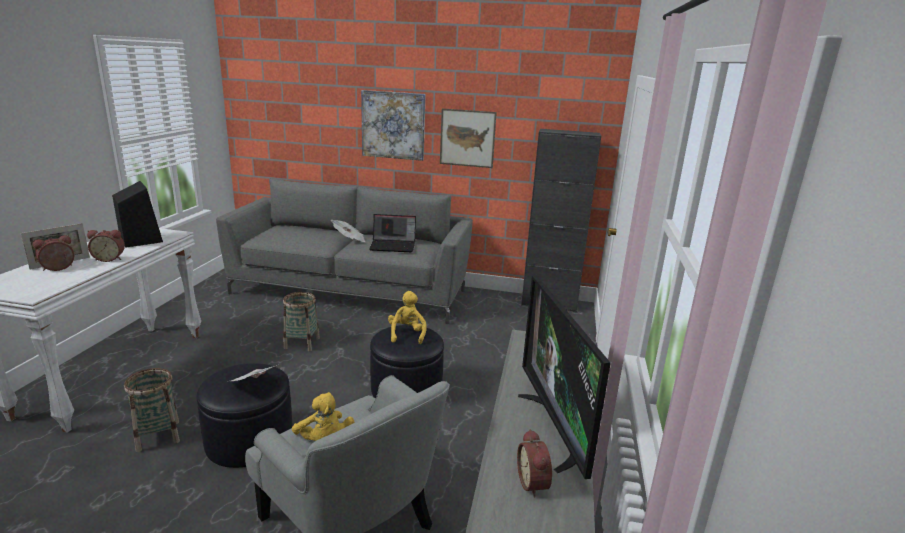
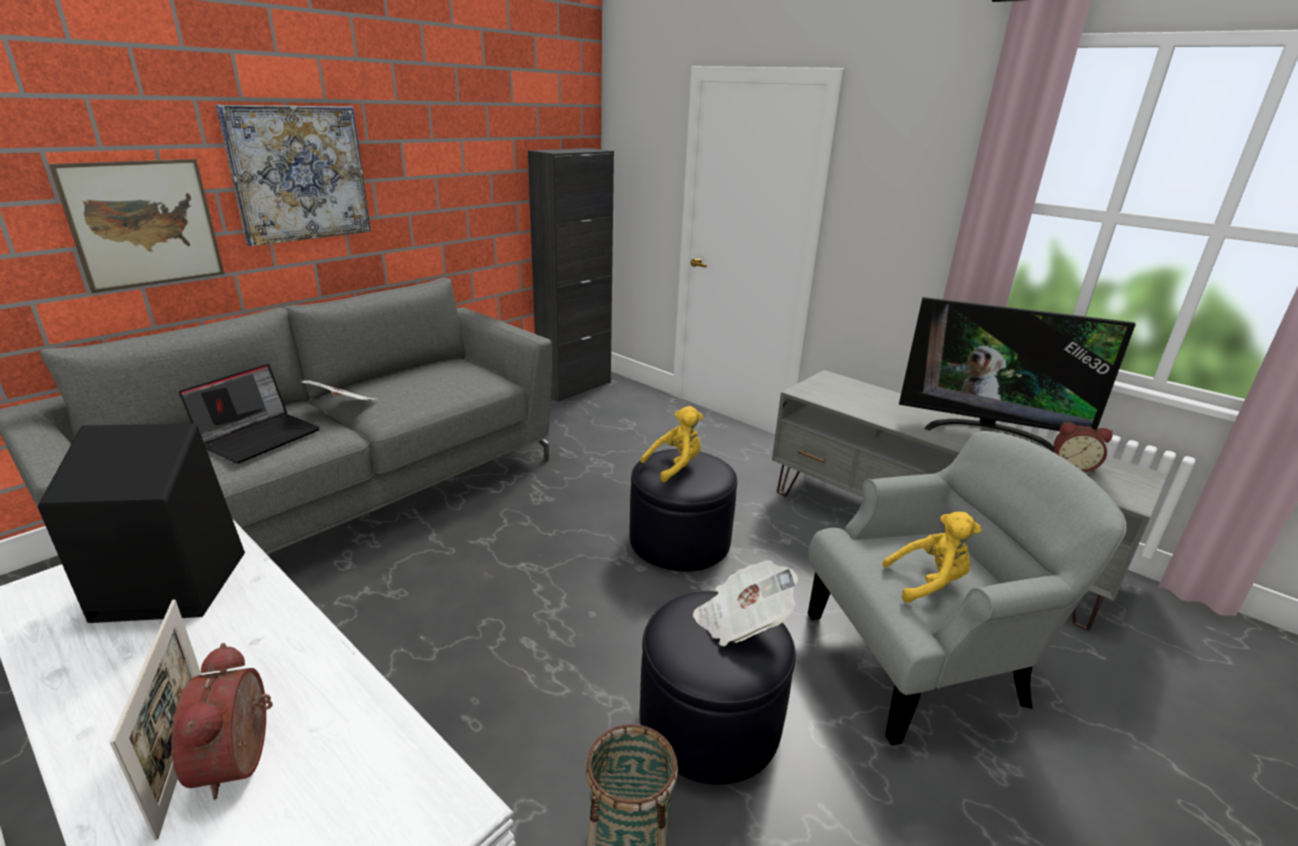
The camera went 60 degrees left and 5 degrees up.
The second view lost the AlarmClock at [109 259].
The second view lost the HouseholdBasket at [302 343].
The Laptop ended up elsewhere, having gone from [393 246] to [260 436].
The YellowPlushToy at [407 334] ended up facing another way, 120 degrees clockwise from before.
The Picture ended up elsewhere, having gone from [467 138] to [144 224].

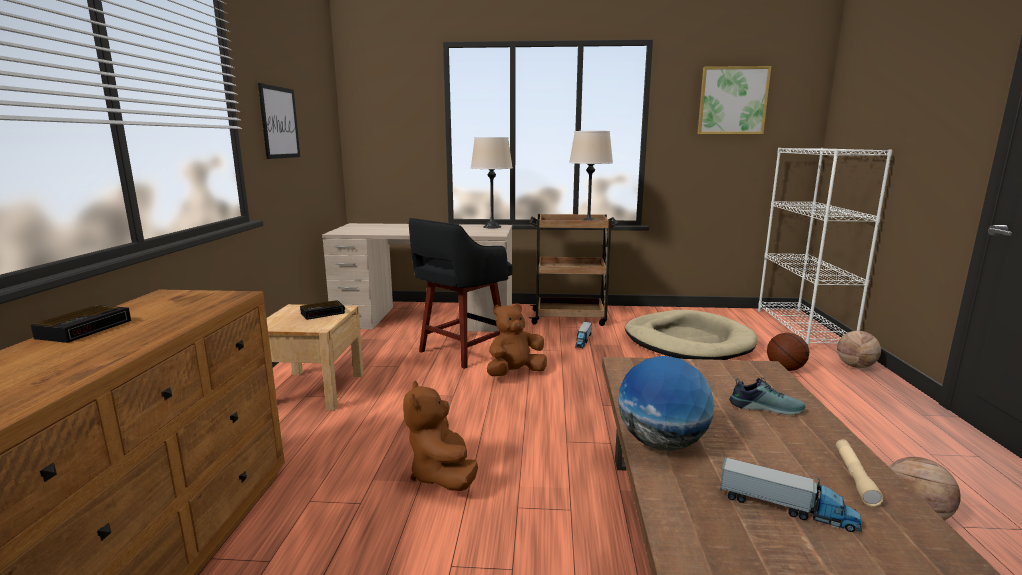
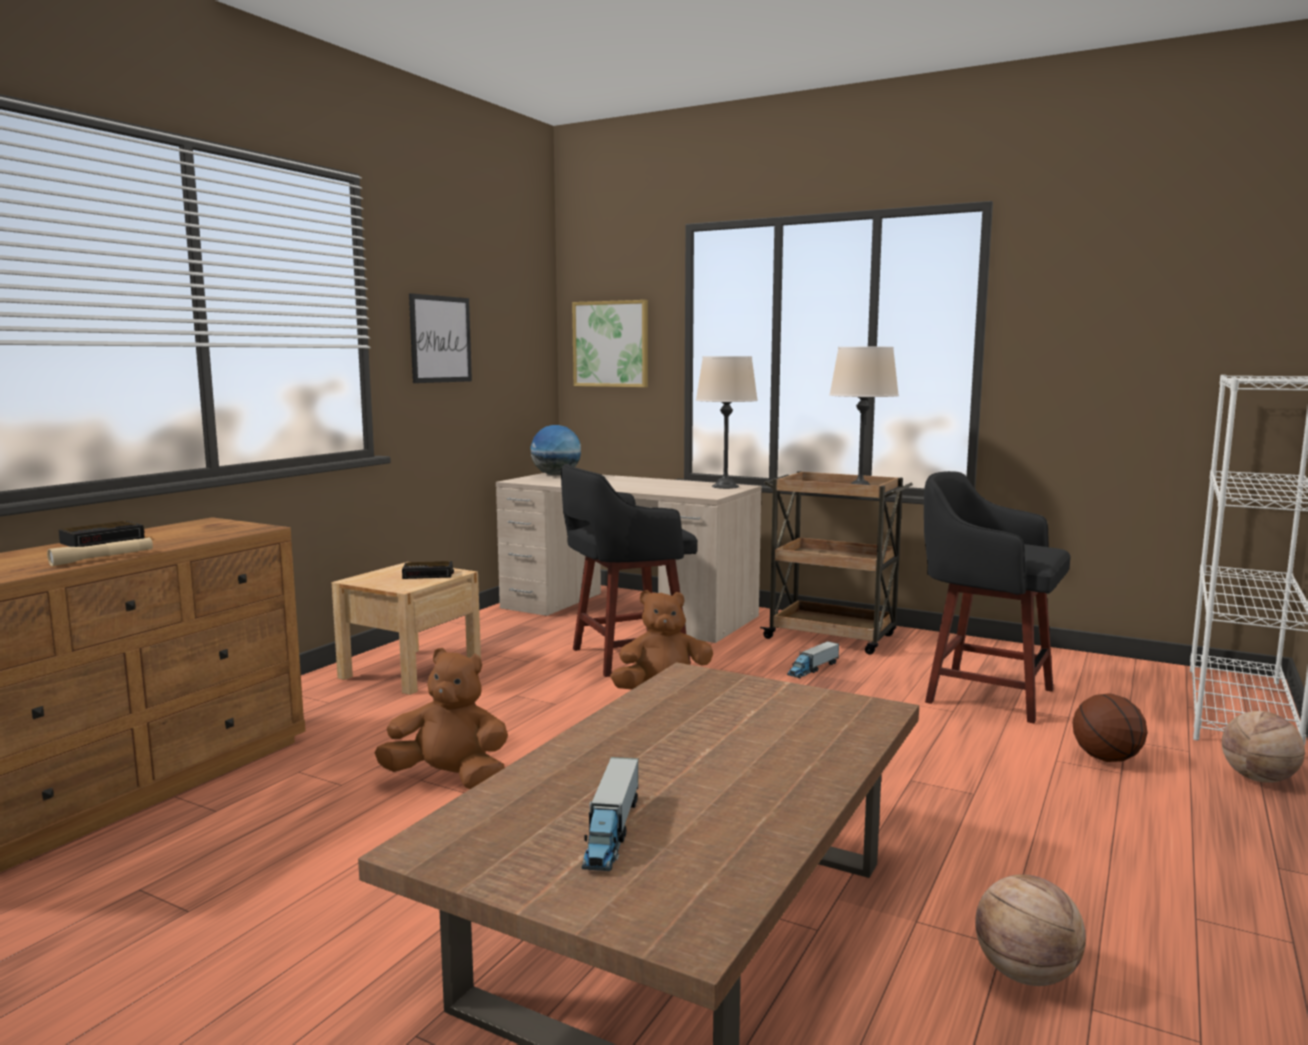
The camera went 25 degrees right and 5 degrees down.
The BrownColouredPlushToy at [442 475] ended up facing another way, 90 degrees clockwise from before.
The WorldGlobe ended up elsewhere, having gone from [661 443] to [556 475].
Where the SandColouredPetBed stood at [687 341], the BlackStoolSeat came to stand at [984 695].
The Picture ended up elsewhere, having gone from [732 101] to [611 344].
The ToyLorry at [786 508] ended up facing another way, 45 degrees clockwise from before.
The second view lost the LowShoe at [765 407].
The SandColouredTorch ended up elsewhere, having gone from [855 477] to [103 558].

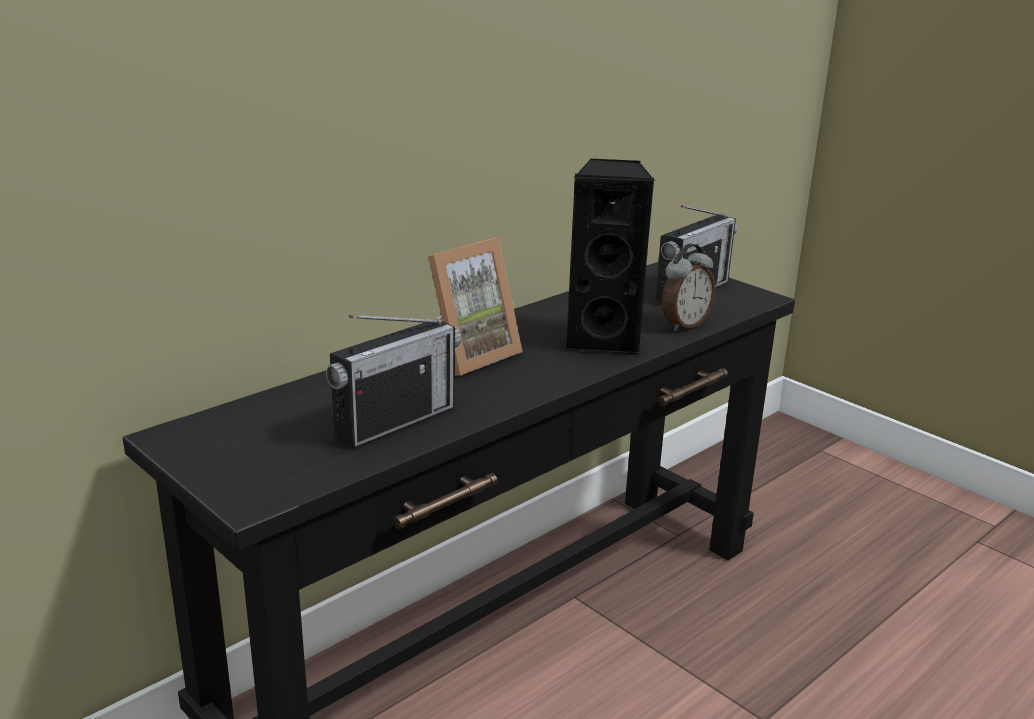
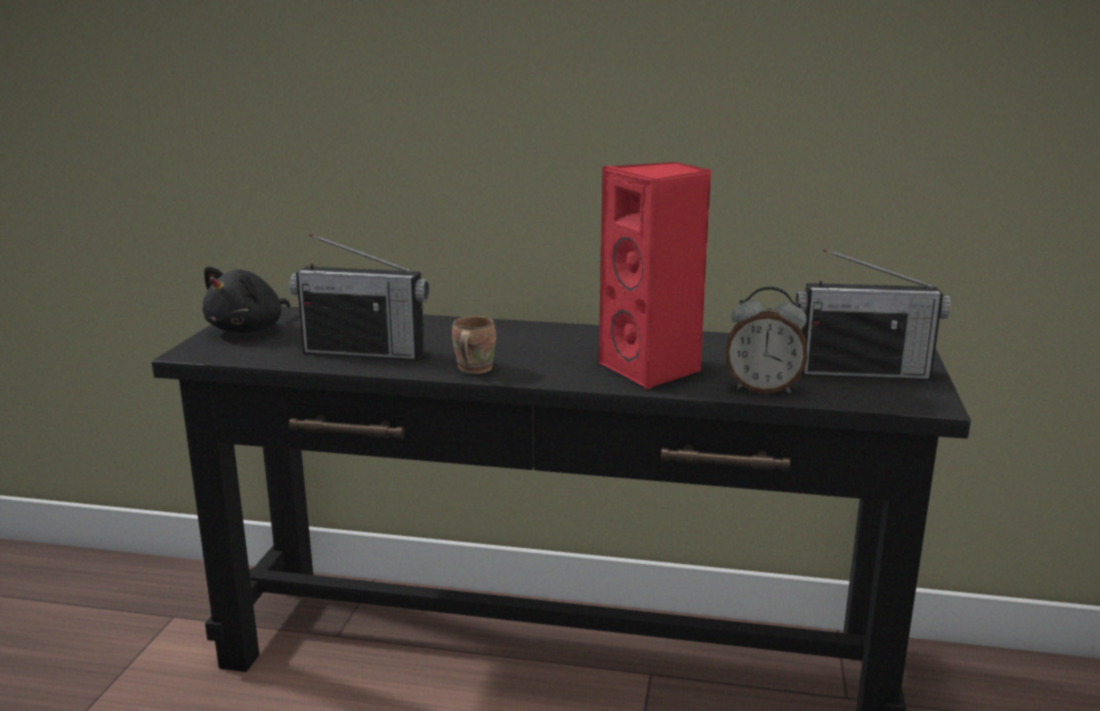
The camera went 55 degrees right and 5 degrees down.
The second view lost the PhotoFrame at [467 355].
What was the BlackAudioSpeaker at [603 340] turned into the RedAudioSpeaker at [653 370].
The second view gained the BlackPlushToy at [249 329].
The second view gained the BrownColouredTeaMug at [472 369].

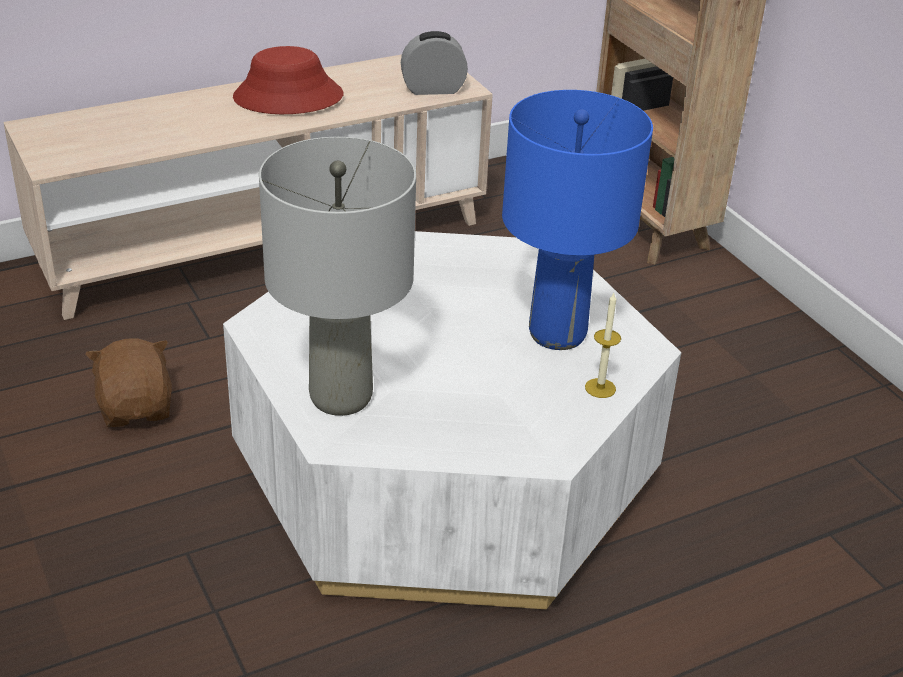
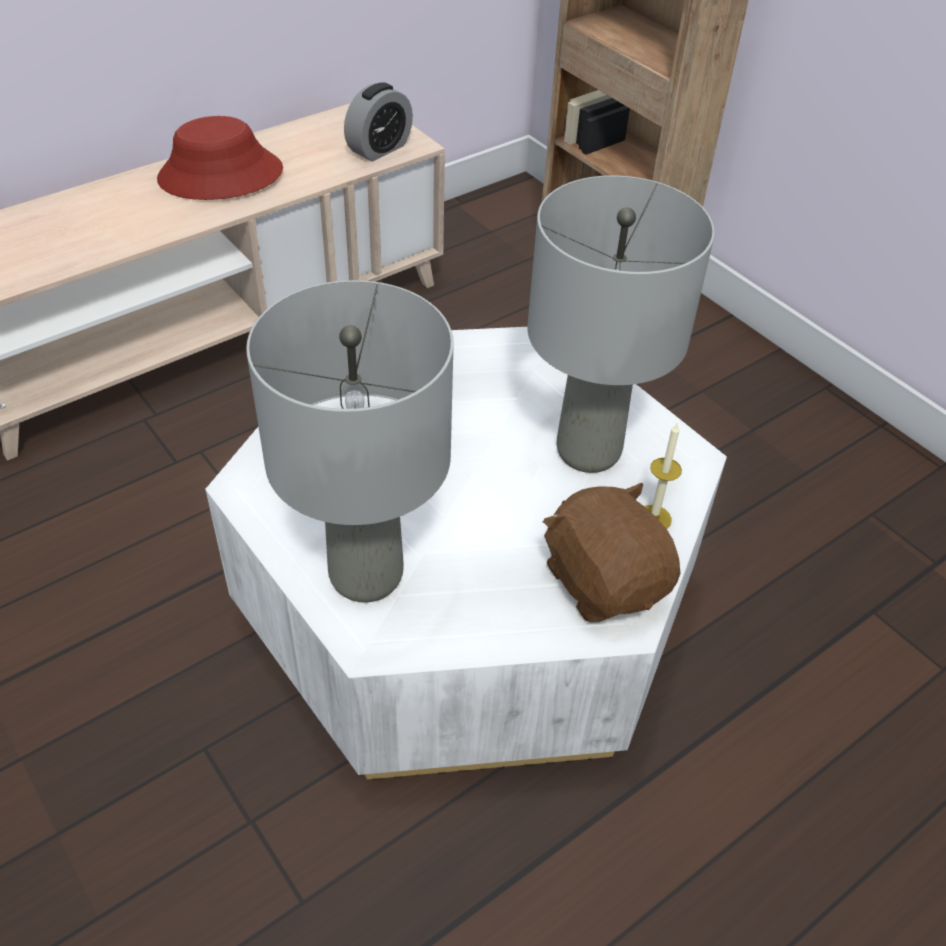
The camera went 10 degrees left and 10 degrees up.
The BrownColouredPlushToy ended up elsewhere, having gone from [136 408] to [605 581].
The AlarmClock at [433 89] ended up facing another way, 150 degrees clockwise from before.
What was the BlueTableLamp at [556 333] turned into the GreyishTableLamp at [587 450].

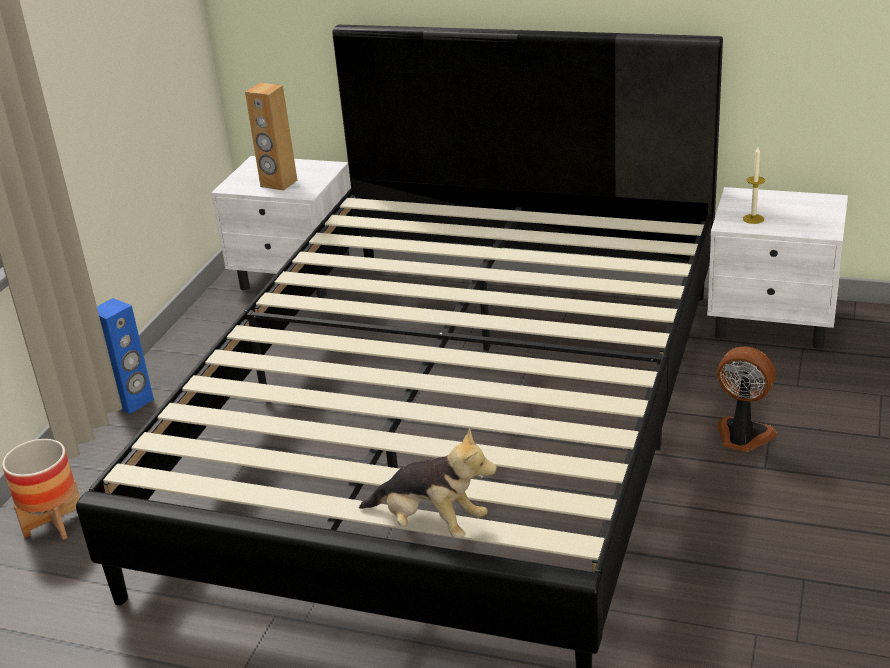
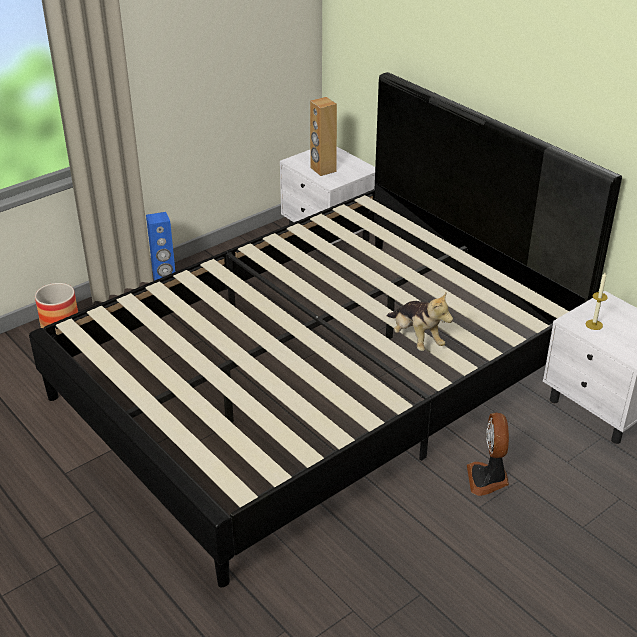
The camera went 30 degrees right and 5 degrees up.
The PlushToy ended up elsewhere, having gone from [430 523] to [416 339].
The ElectricFan at [742 437] ended up facing another way, 150 degrees counterclockwise from before.

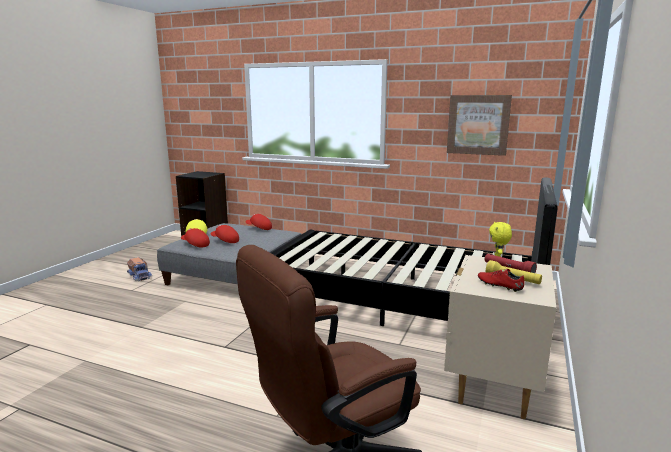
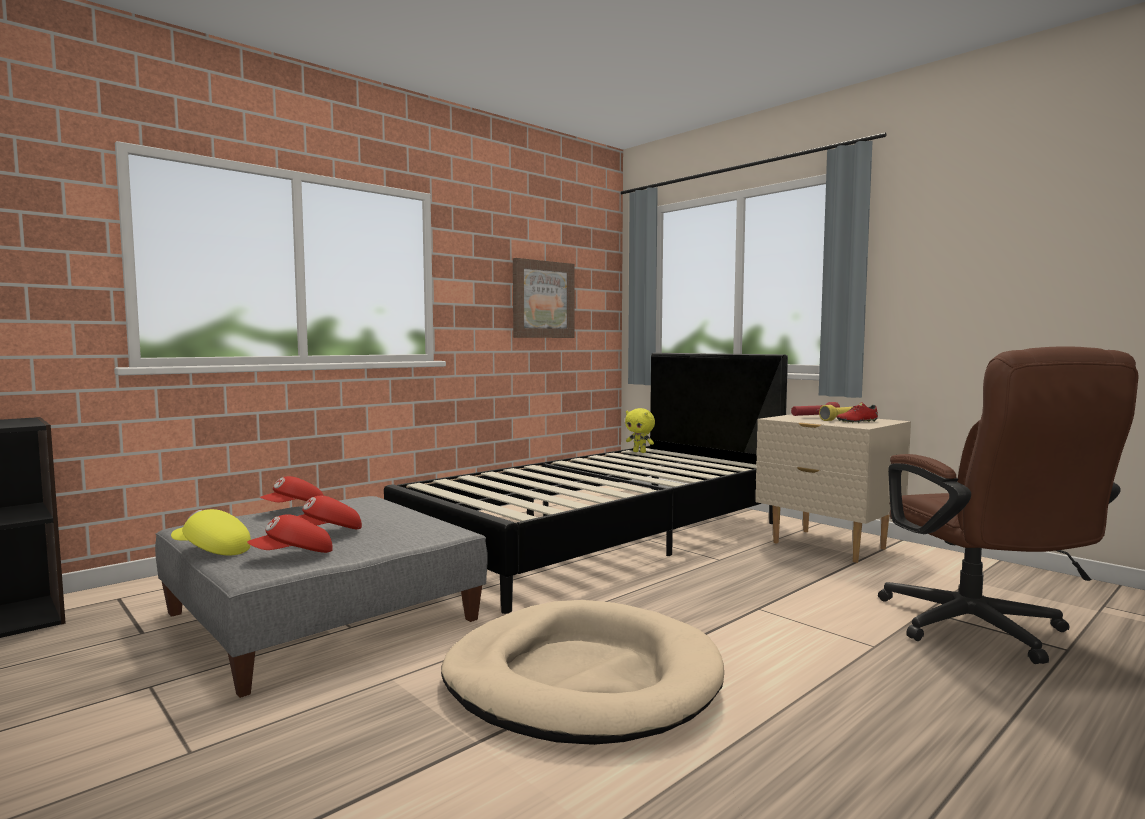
The camera went 65 degrees left and 10 degrees down.
The second view lost the ToyLorry at [140 275].
The second view gained the SandColouredPetBed at [581 679].

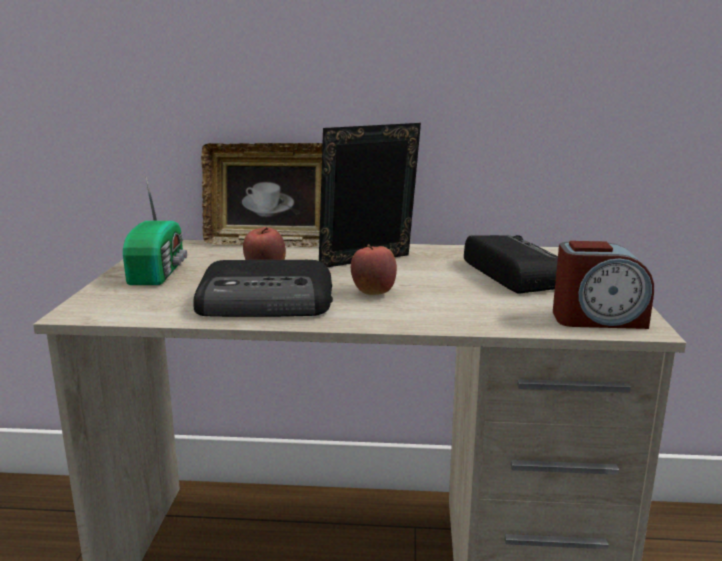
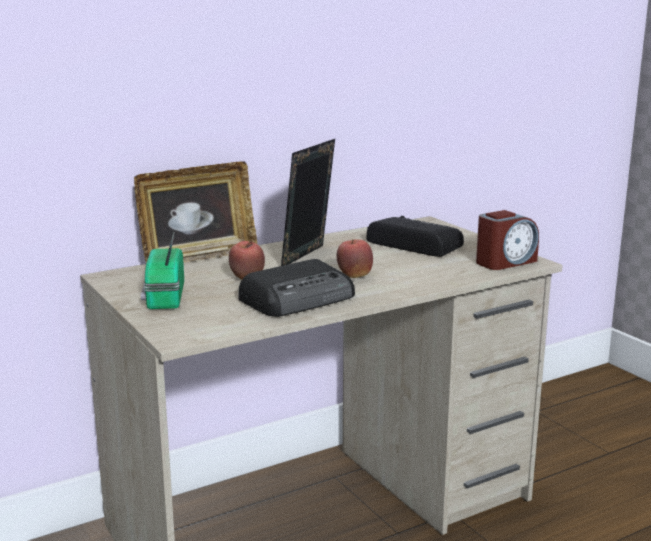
The camera went 35 degrees left and 0 degrees up.
The RadioReceiver at [160 271] ended up facing another way, 150 degrees counterclockwise from before.

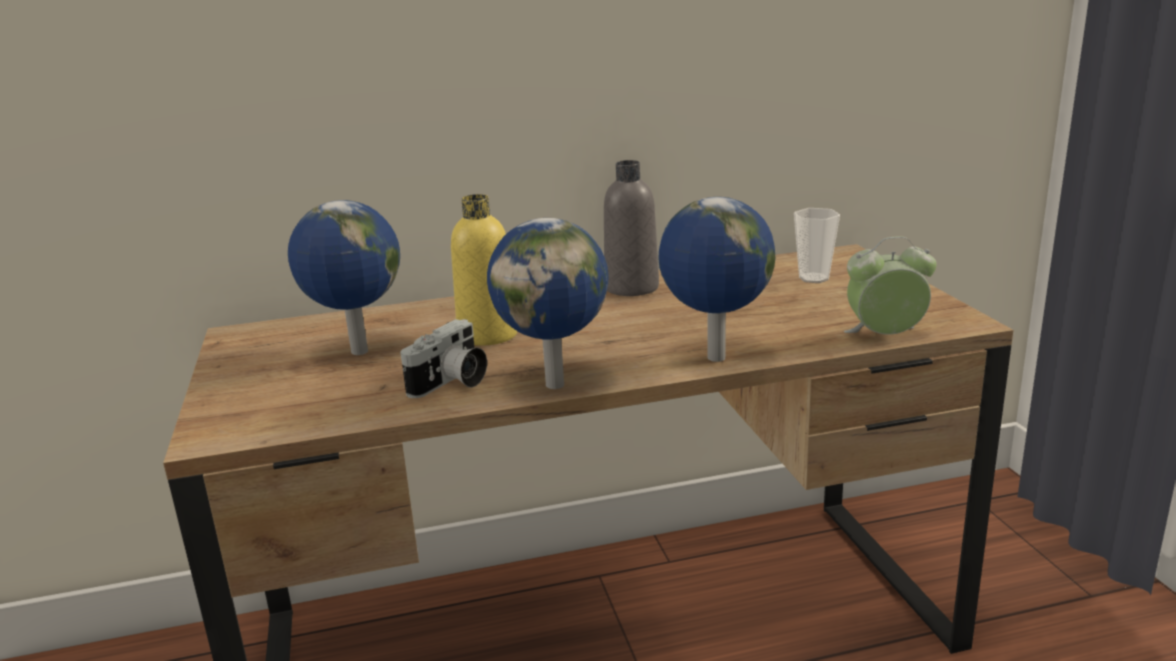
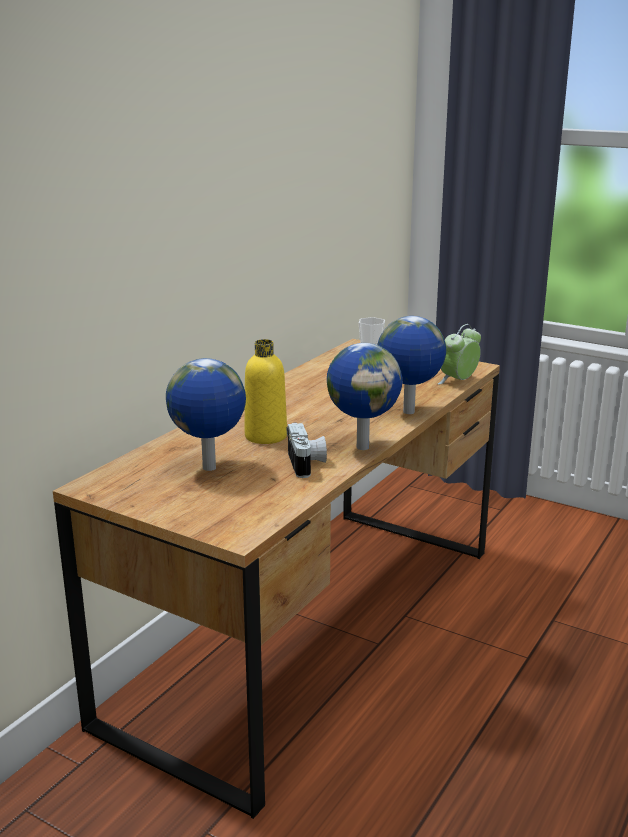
The camera went 45 degrees left and 0 degrees up.
The second view lost the GreyishBeverageBottle at [631 288].

